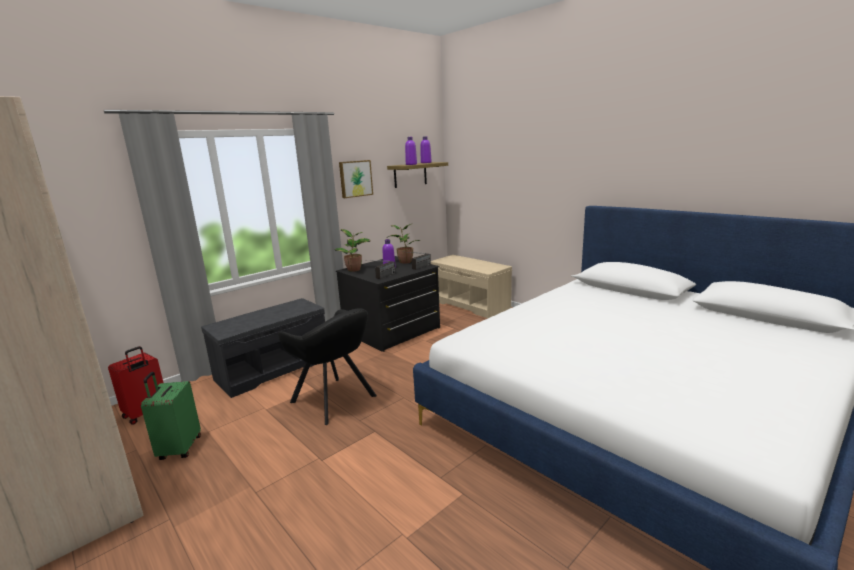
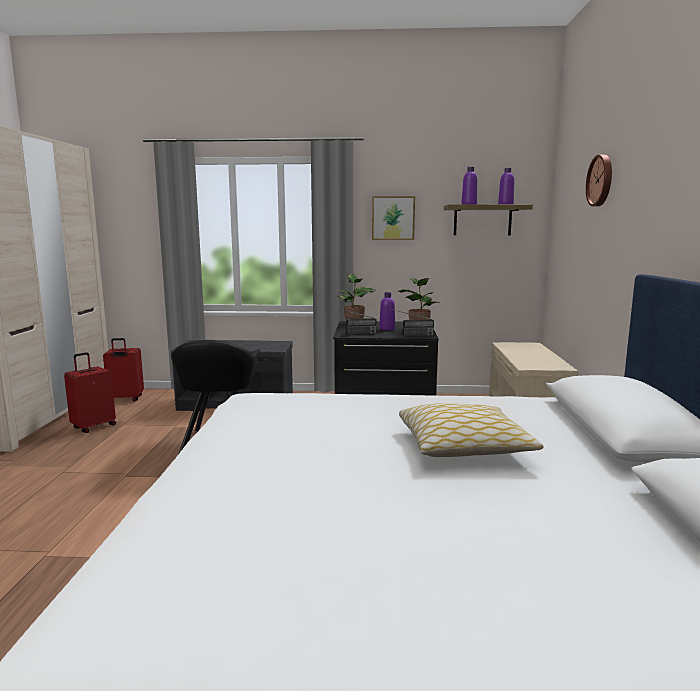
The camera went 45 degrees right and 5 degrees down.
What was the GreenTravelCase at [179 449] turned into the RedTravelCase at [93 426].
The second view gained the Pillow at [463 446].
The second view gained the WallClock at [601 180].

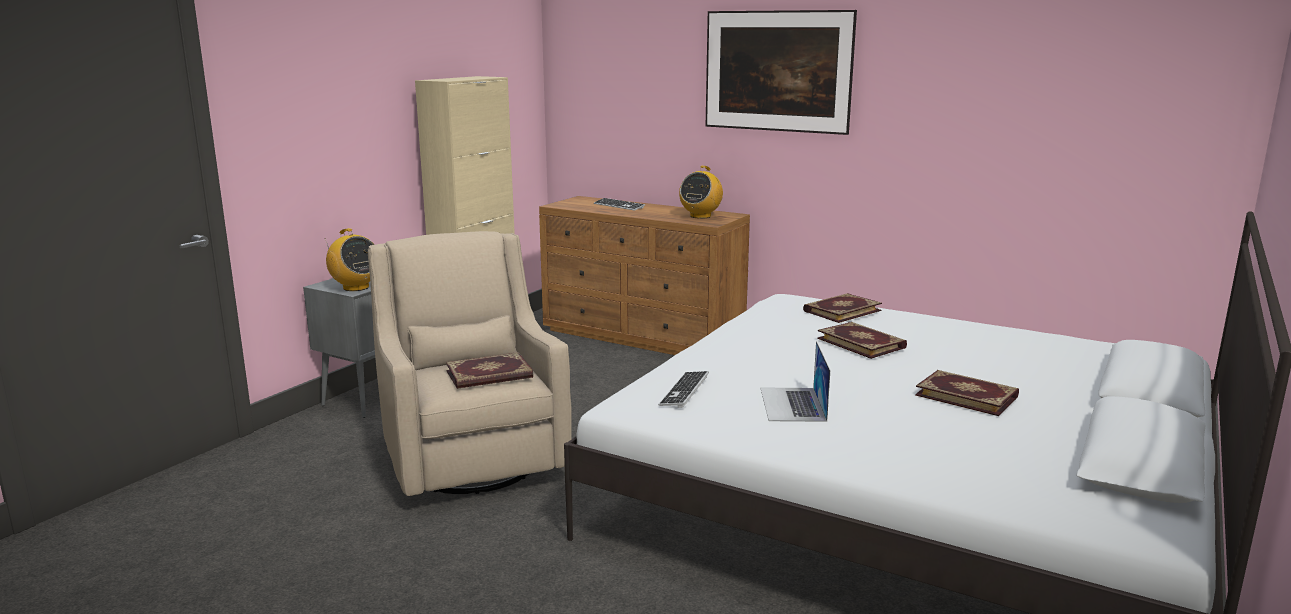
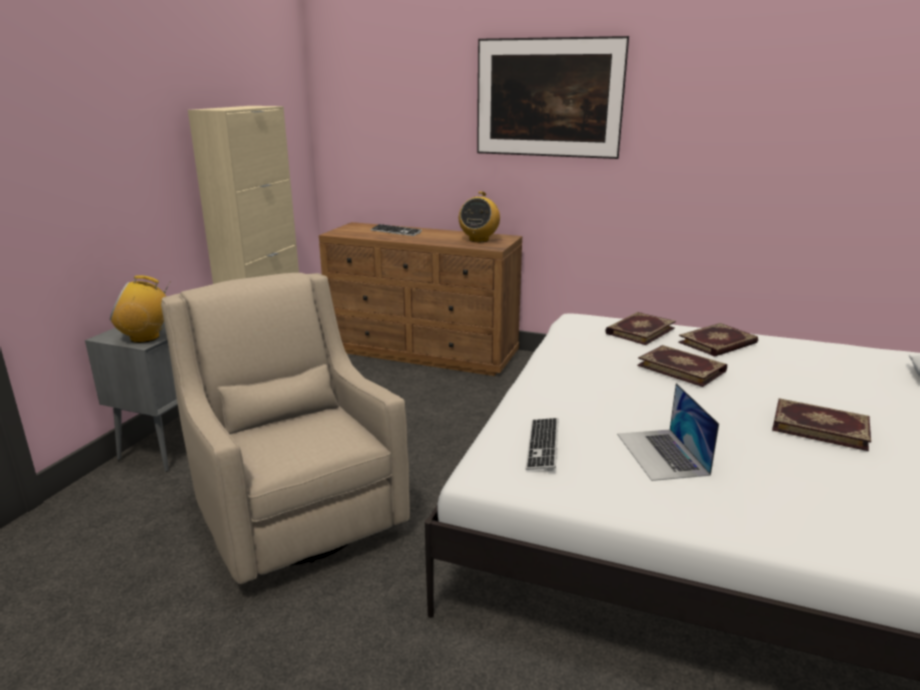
The camera went 10 degrees left and 5 degrees up.
The RadioReceiver at [355 287] ended up facing another way, 135 degrees clockwise from before.
The Book ended up elsewhere, having gone from [489 375] to [718 343].

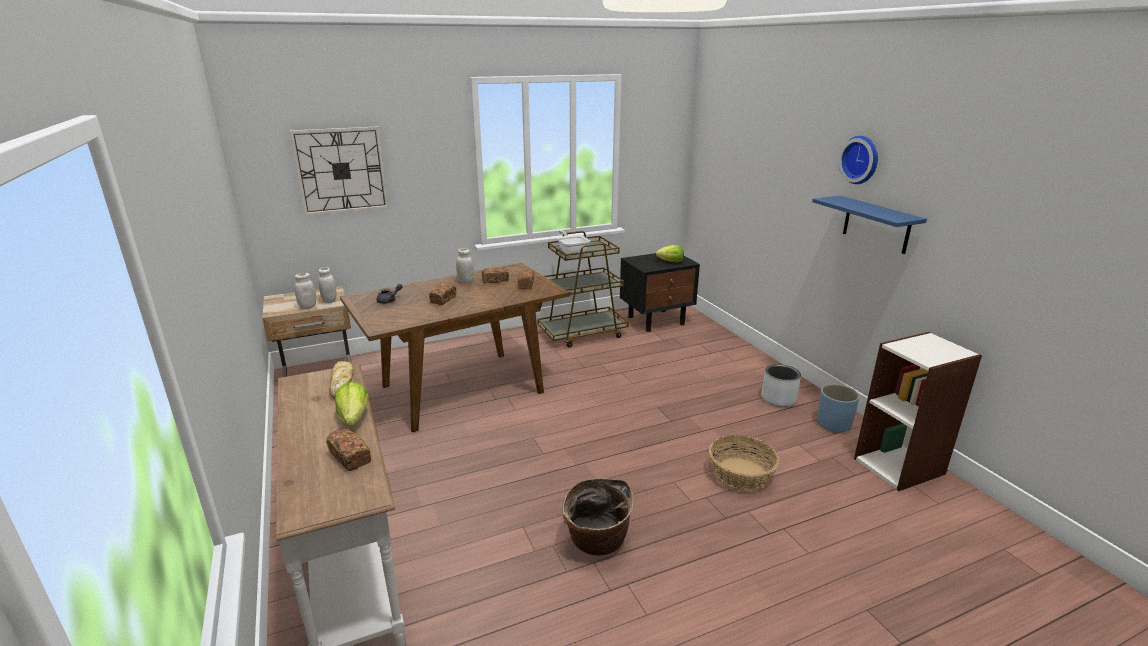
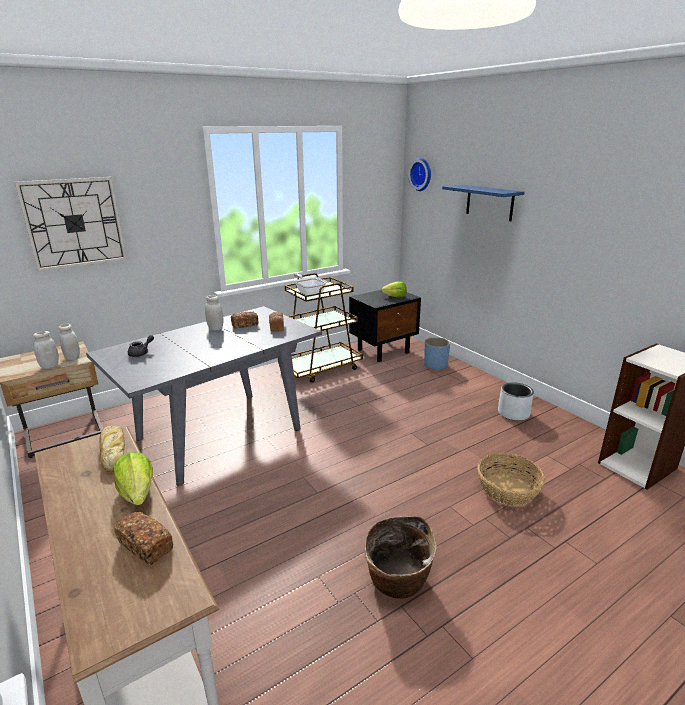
The camera went 10 degrees left and 0 degrees up.
What was the BrownColouredKitchenTable at [464 388] turned into the GreyishKitchenTable at [221 433].
The second view lost the BakeryBread at [443 299].
The BlueWallShelf ended up elsewhere, having gone from [876 224] to [489 202].
The BlueFlowerPot ended up elsewhere, having gone from [833 424] to [435 365].
The WallClock ended up elsewhere, having gone from [861 159] to [422 174].

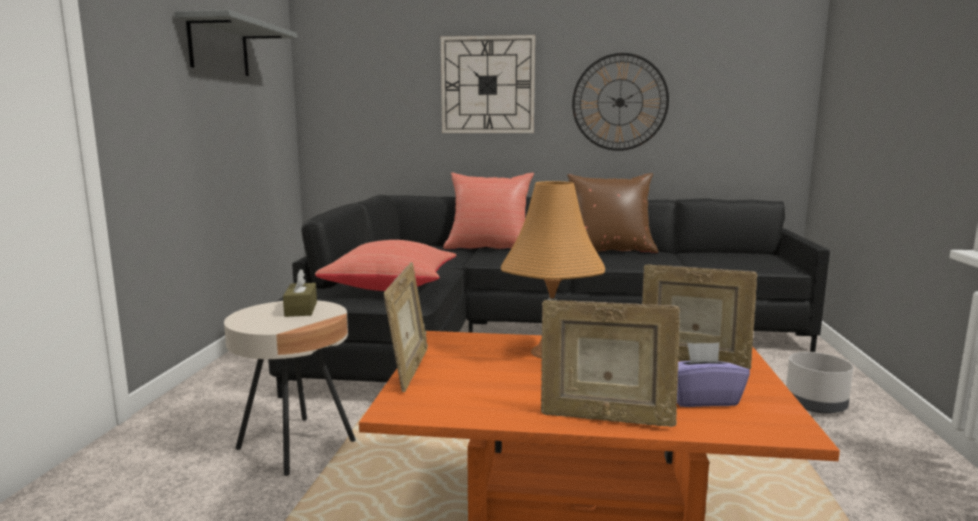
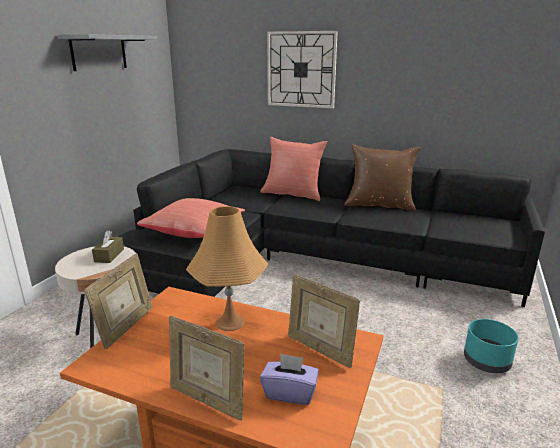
The camera went 15 degrees right and 10 degrees up.
The second view lost the WallClock at [620 102].
What was the GreyishFlowerPot at [816 405] turned into the TurquoiseColouredFlowerPot at [487 361].

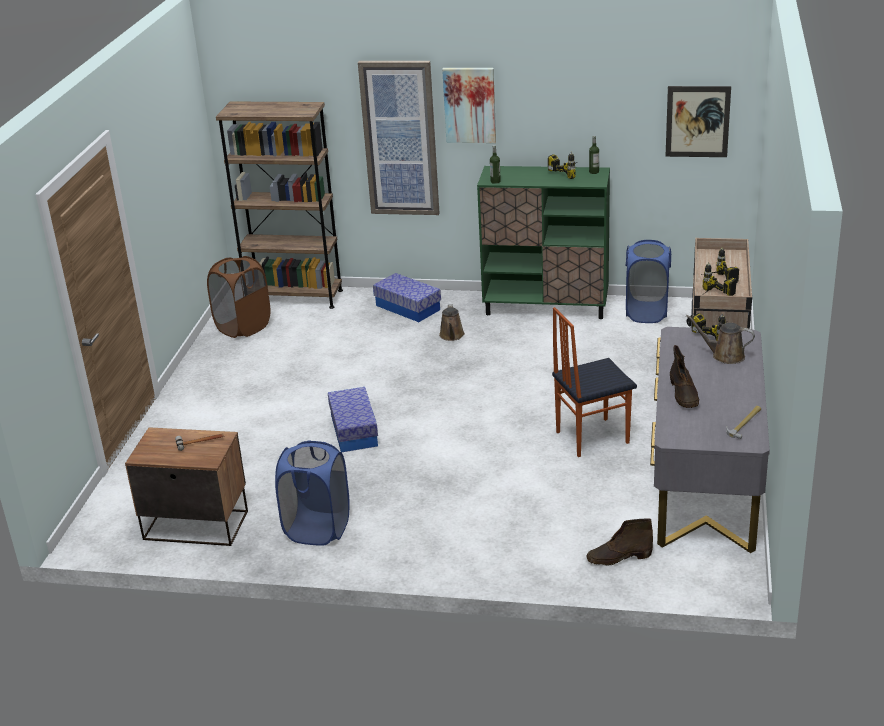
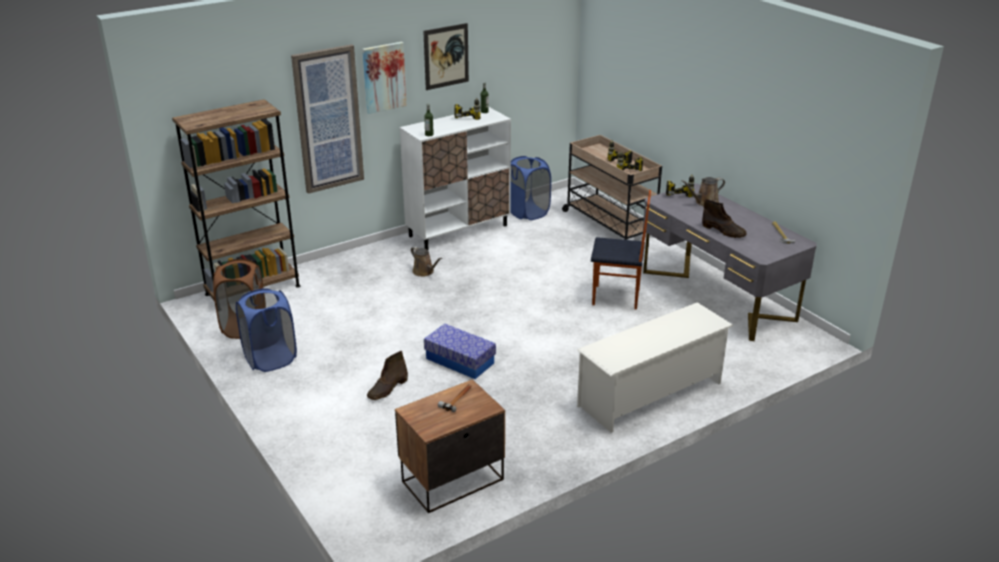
The camera went 45 degrees left and 0 degrees up.
The BlueHamper ended up elsewhere, having gone from [317 529] to [270 359].
The second view lost the StorageBin at [408 307].
What was the GreenStorageCabinet at [546 307] turned into the WhiteStorageCabinet at [458 230].
The PlainChair at [591 437] ended up facing another way, 105 degrees counterclockwise from before.
The BrownColouredTallBoot ended up elsewhere, having gone from [618 557] to [387 389].
The Picture ended up elsewhere, having gone from [697 121] to [446 56].
The second view gained the WhiteShoeShelf at [650 394].

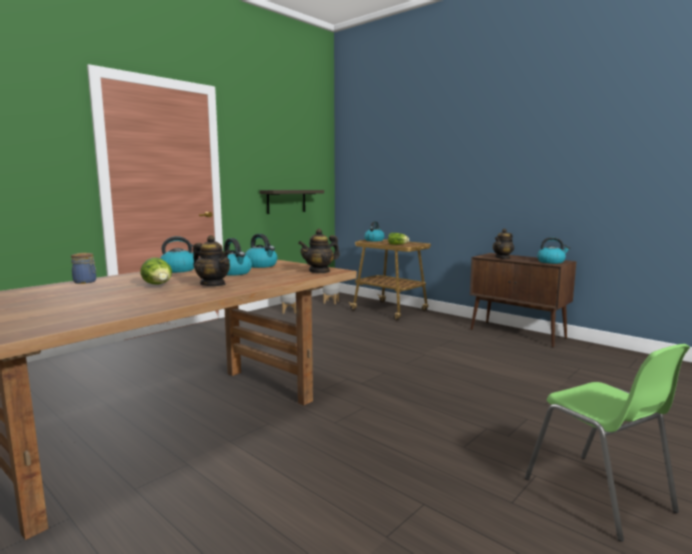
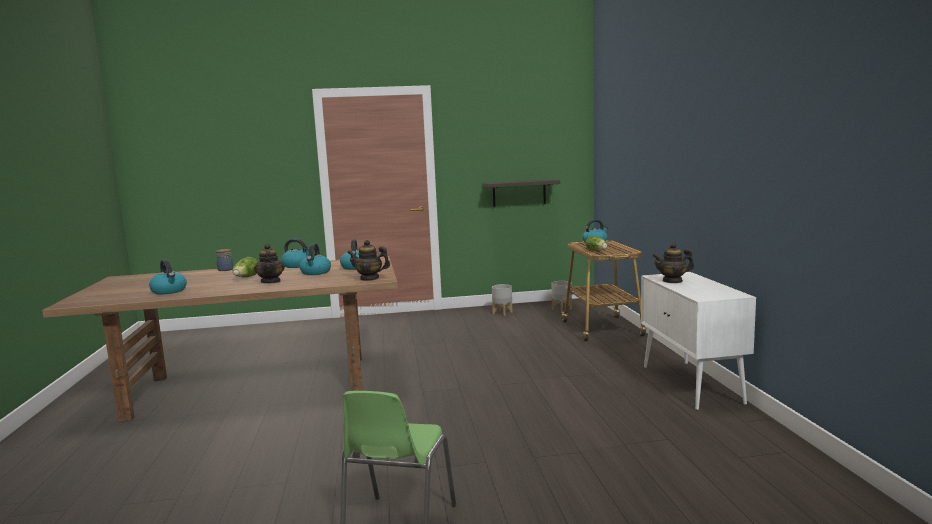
The camera went 40 degrees right and 0 degrees up.
What was the BrownColouredStorageCabinet at [518 334] turned into the WhiteStorageCabinet at [691 385].
The Kettle ended up elsewhere, having gone from [551 262] to [169 291].

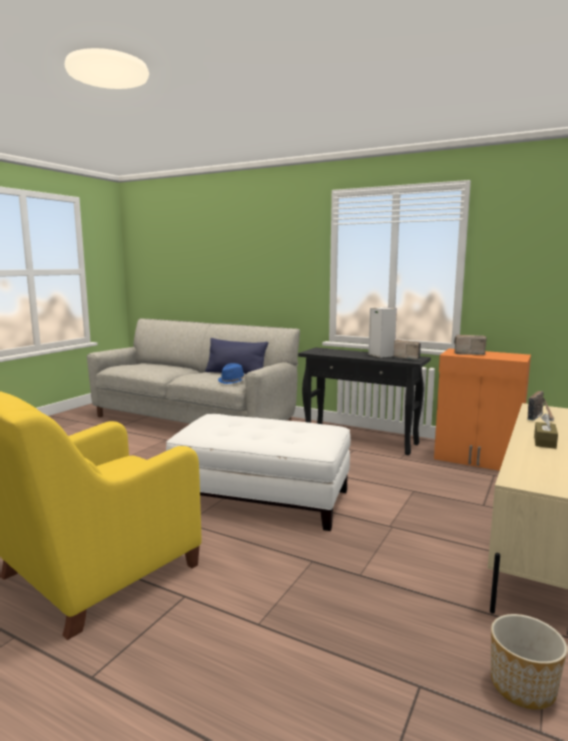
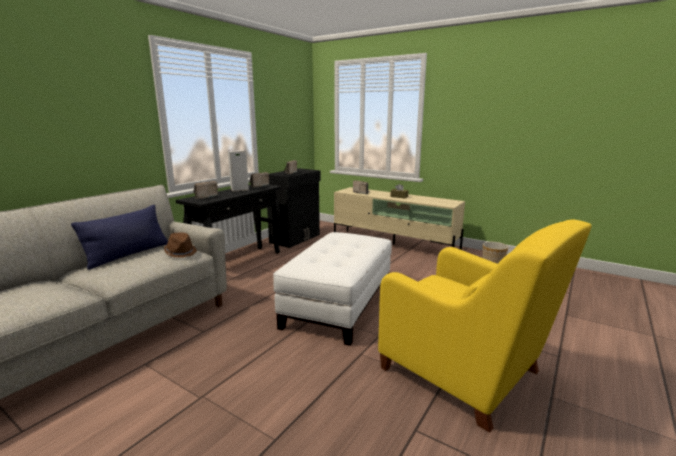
The camera went 85 degrees left and 5 degrees up.
What was the BlueWearableHat at [232 381] turned into the BrownColouredWearableHat at [181 252].
What was the OrangeyStorageCabinet at [477 459] turned into the BlackStorageCabinet at [296 238].
The second view gained the RadioReceiver at [204 197].

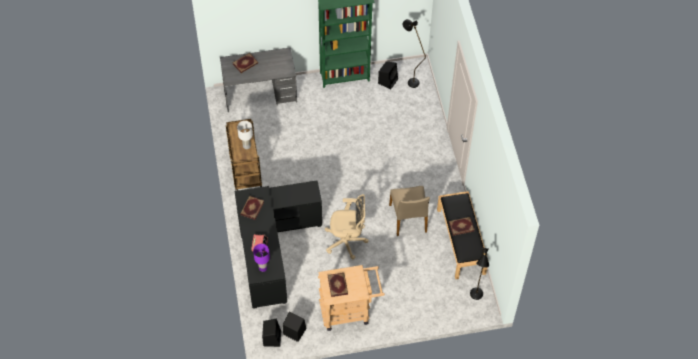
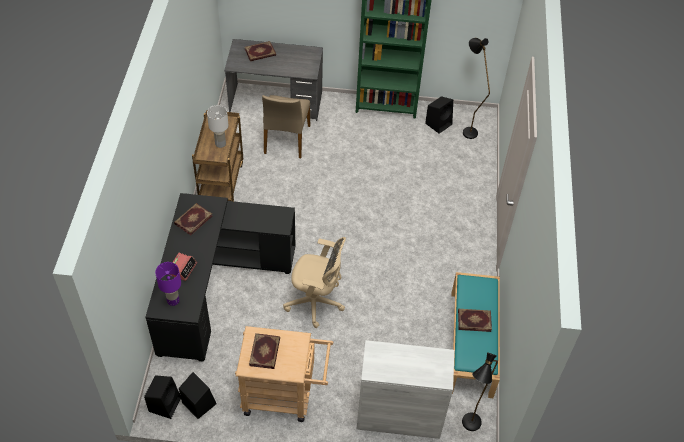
The camera went 15 degrees right and 5 degrees down.
The SandColouredPlainChair ended up elsewhere, having gone from [408 218] to [286 139].
What was the BlackBench at [461 241] turned into the TurquoiseColouredBench at [472 344].
The second view gained the WhiteStorageCabinet at [399 415].

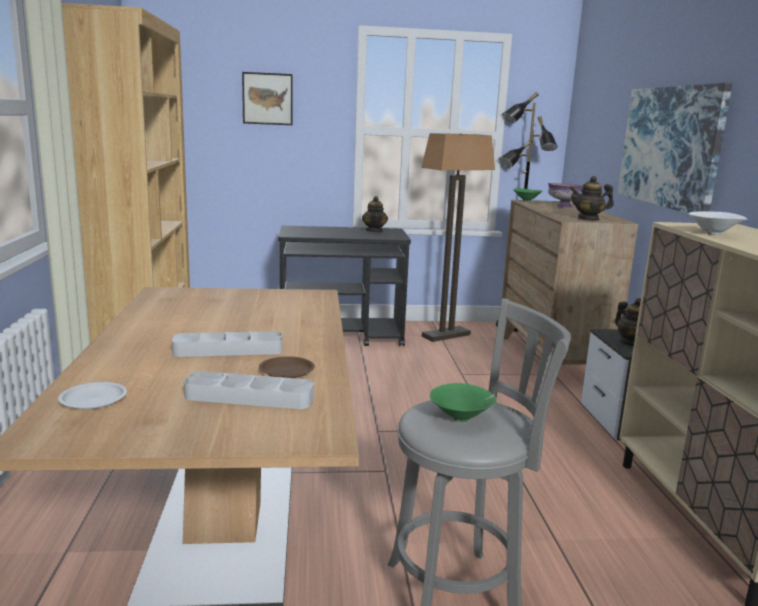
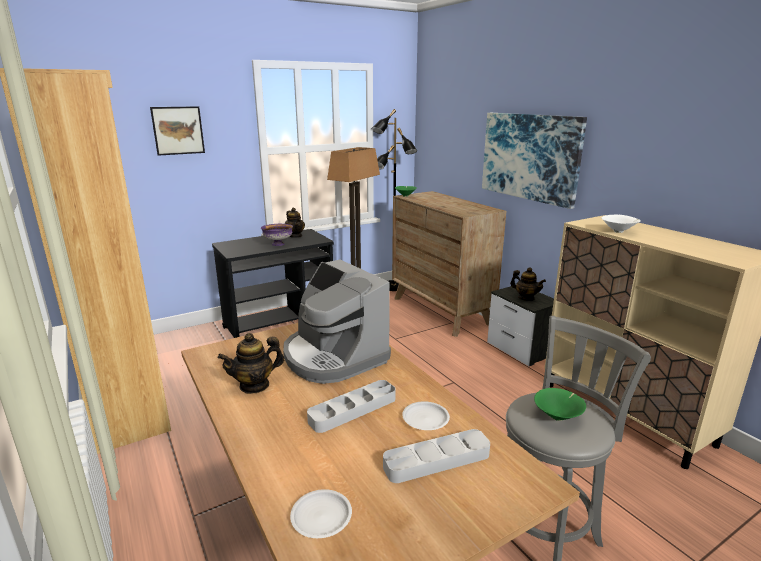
The camera went 25 degrees left and 5 degrees up.
What was the BrownColouredFlatDish at [286 371] turned into the WhiteFlatDish at [425 419].
The PurpleServingBowl ended up elsewhere, having gone from [564 206] to [278 244].
The TeaPot ended up elsewhere, having gone from [588 219] to [254 385].
The second view gained the CoffeeMaker at [333 356].

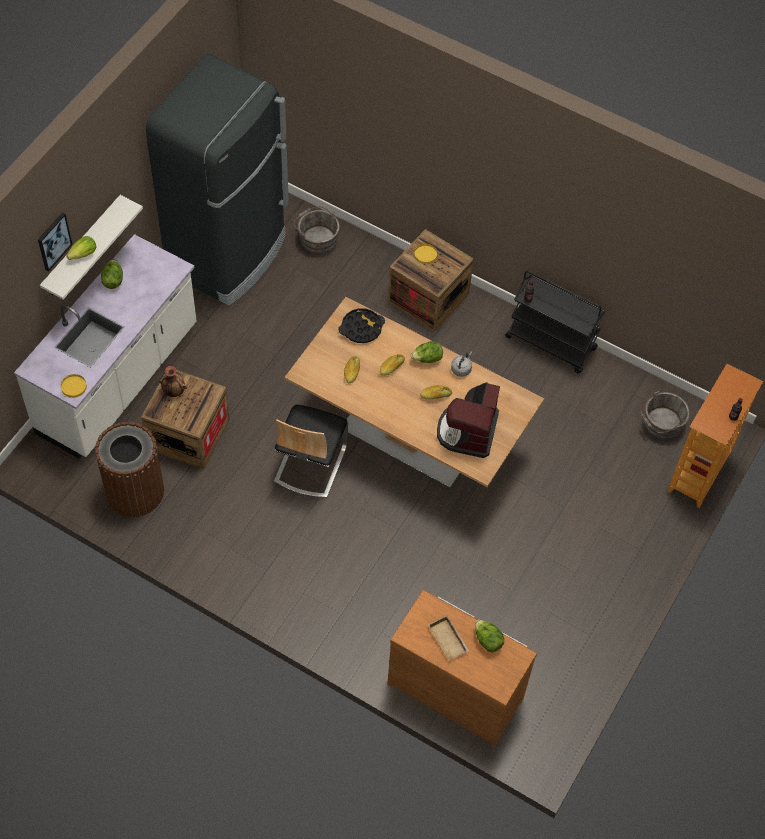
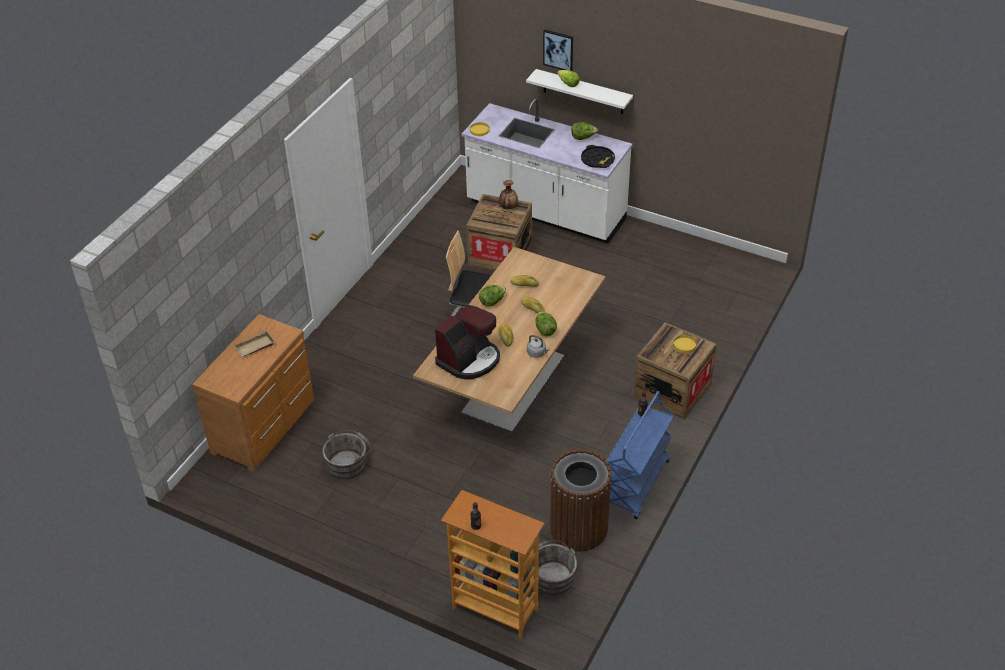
The camera went 90 degrees right and 15 degrees down.
The BrownColouredTrashCan ended up elsewhere, having gone from [134 491] to [578 528].
The second view lost the BlackKitchenFridge at [228 255].
The GreyishBucket ended up elsewhere, having gone from [317 238] to [348 463].
The BlackTray ended up elsewhere, having gone from [361 328] to [597 160].
The CoffeeMaker at [467 431] ended up facing another way, 120 degrees clockwise from before.
The LettuceHead ended up elsewhere, having gone from [487 640] to [492 301].
What was the BlackCart at [551 343] turned into the BlueCart at [637 484].

